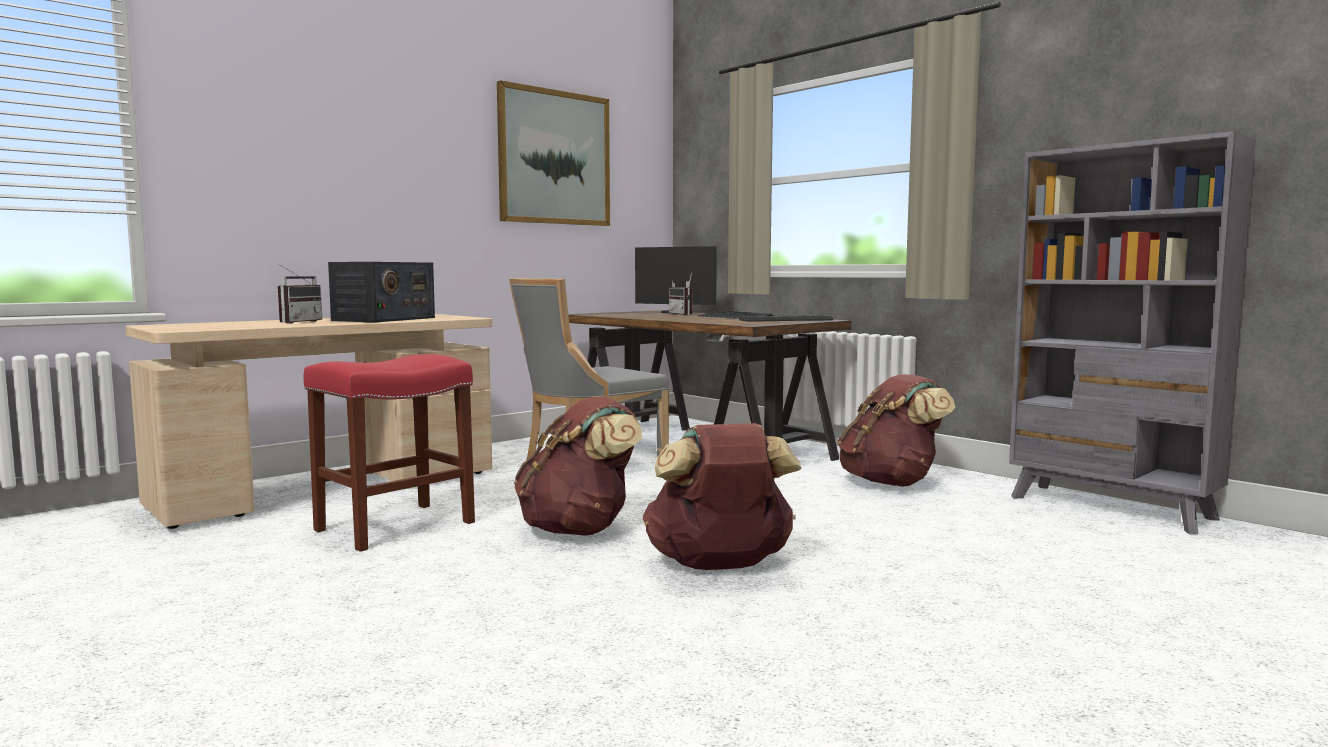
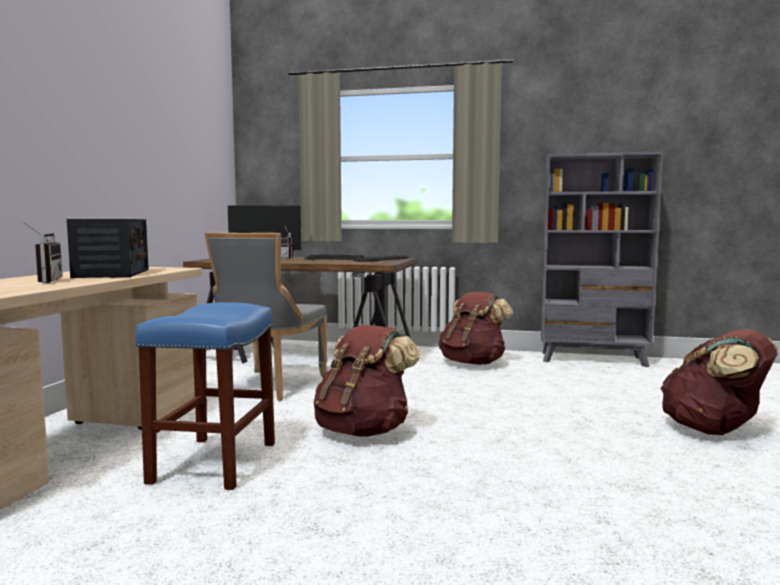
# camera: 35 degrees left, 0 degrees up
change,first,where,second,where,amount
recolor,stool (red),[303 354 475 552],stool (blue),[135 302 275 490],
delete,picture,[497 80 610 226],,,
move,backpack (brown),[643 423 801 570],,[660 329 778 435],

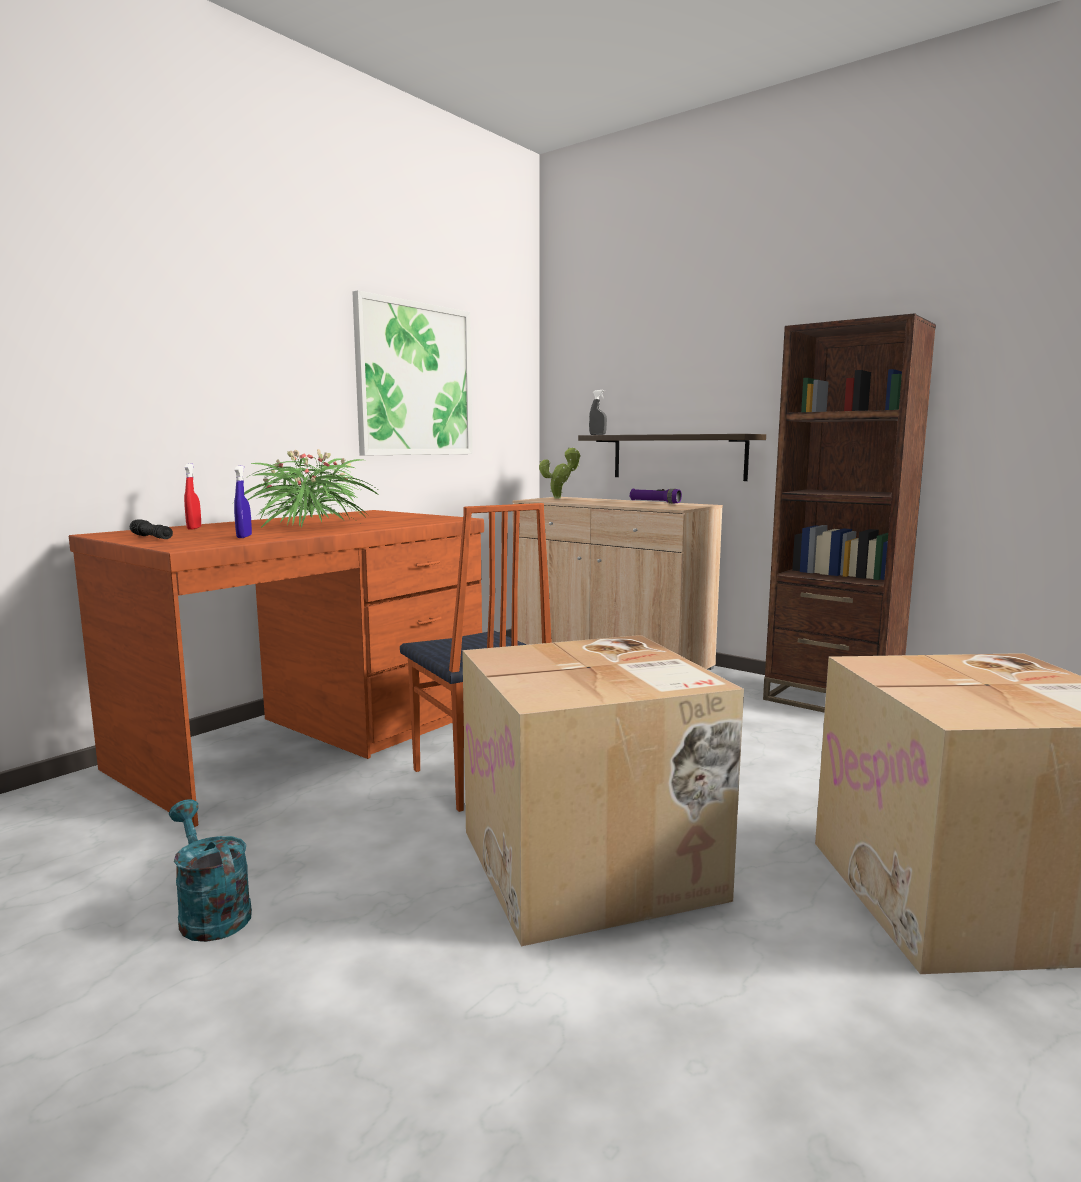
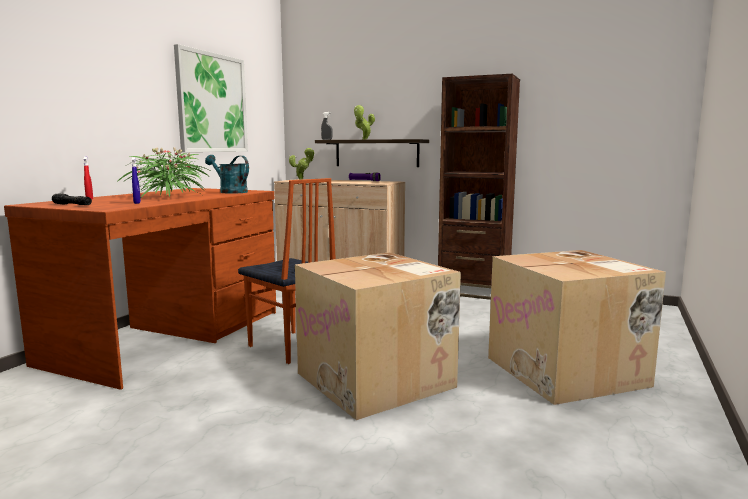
# camera: 15 degrees left, 0 degrees up
change,first,where,second,where,amount
move,watering can (turquoise),[169 799 252 942],,[205 155 249 194],
insert,,,potted plant,[354 105 375 140],

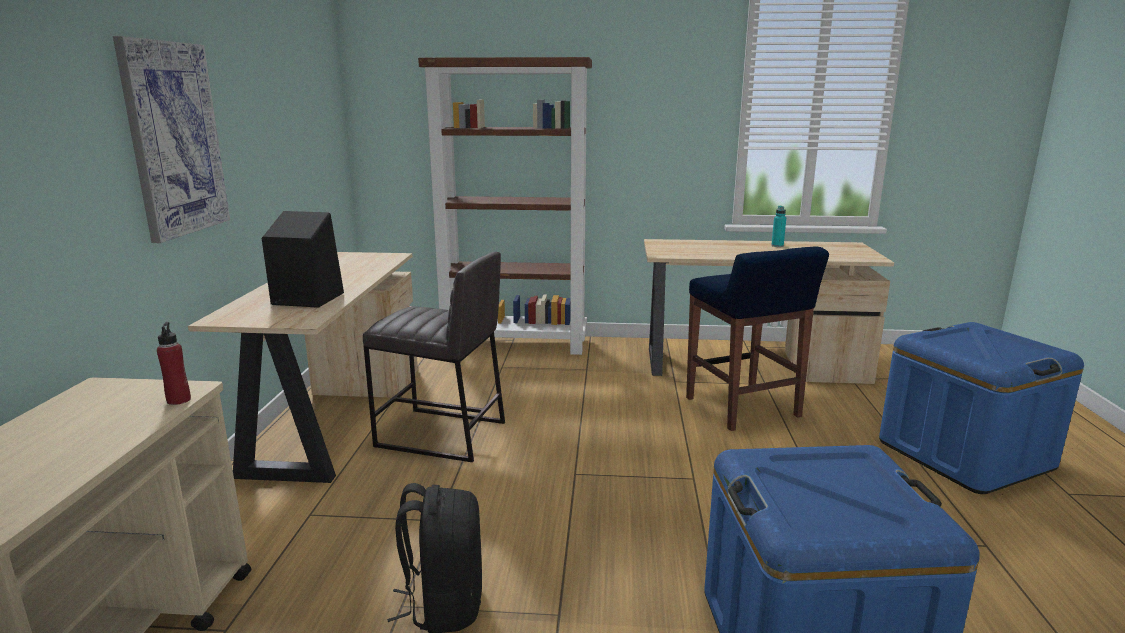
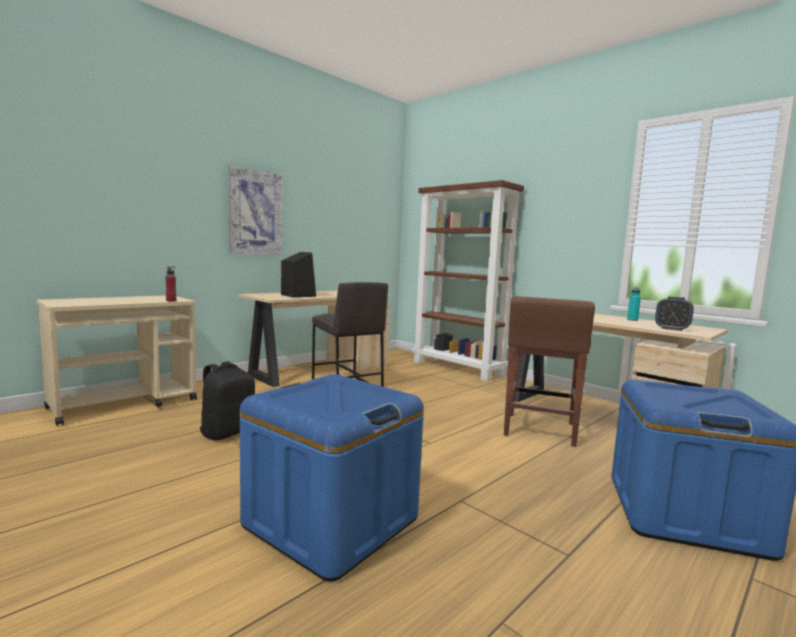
# camera: 40 degrees right, 10 degrees down
change,first,where,second,where,amount
recolor,stool (blue),[686 246 829 431],stool (brown),[504 296 595 447],
insert,,,alarm clock,[655 296 694 331],

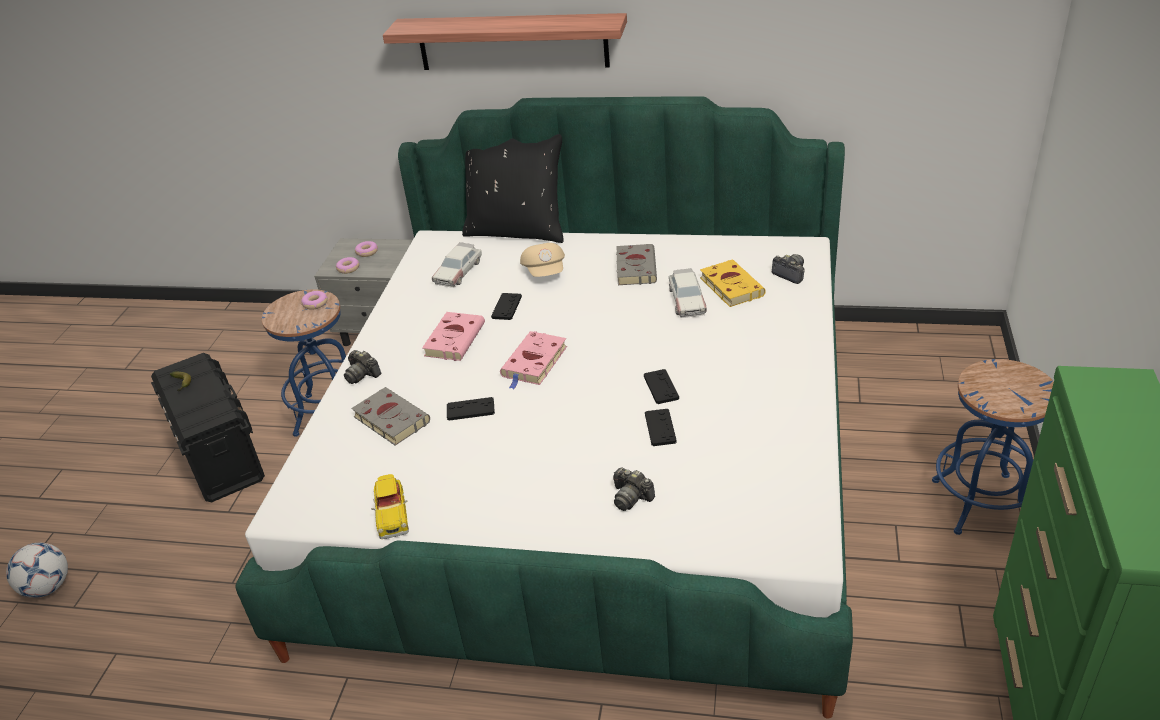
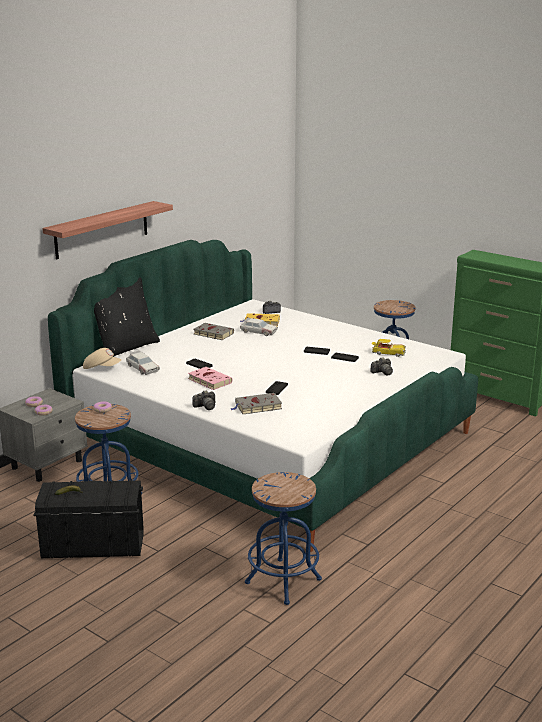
# camera: 65 degrees left, 15 degrees down
change,first,where,second,where,amount
delete,football,[6 543 68 598],,,
move,toy car,[371 474 409 539],,[372 339 406 357],
delete,book (pink),[500 331 567 390],,,
move,cap (beige),[520 243 565 277],,[83 348 122 369],
insert,,,stool (blue),[245 472 322 605],

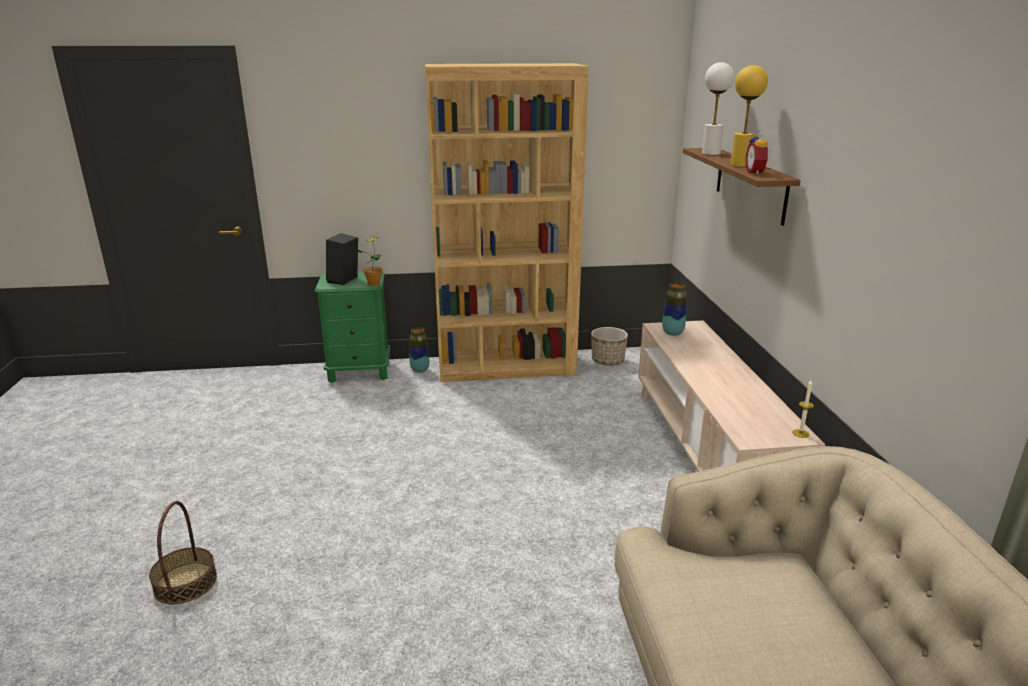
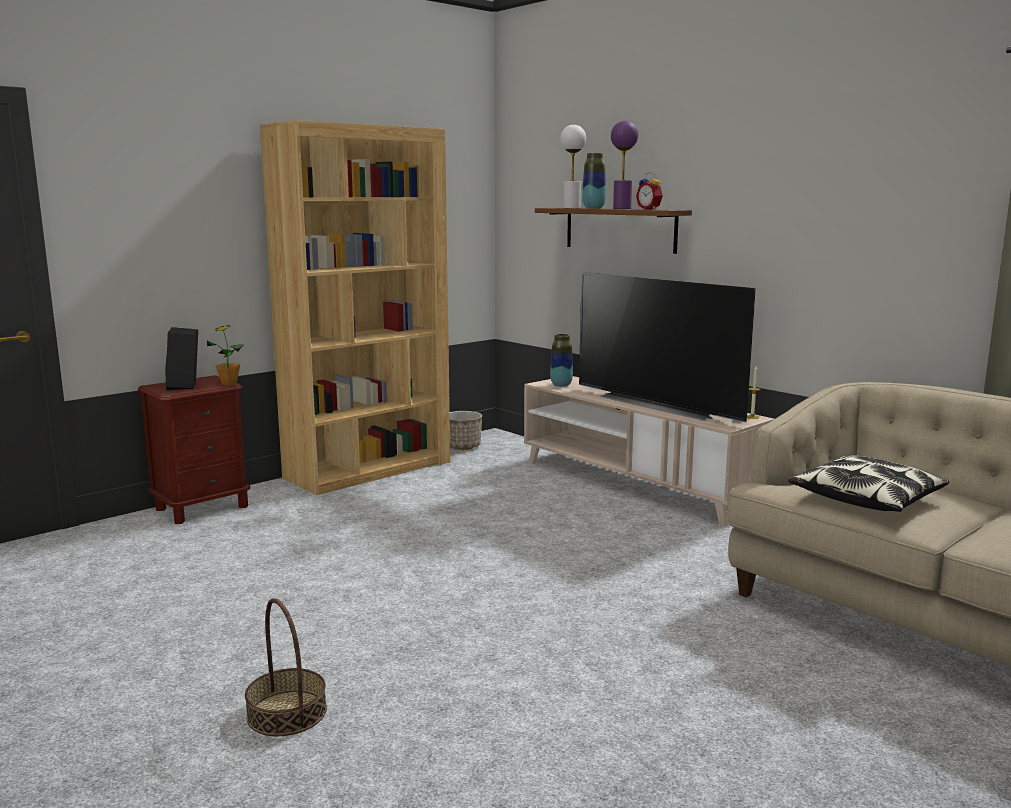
# camera: 35 degrees left, 10 degrees down
change,first,where,second,where,amount
recolor,nightstand (green),[315 272 390 383],nightstand (brown),[138 375 250 524],
move,vase,[409 327 429 373],,[582 153 606 209],
recolor,table lamp (yellow),[731 65 768 167],table lamp (purple),[611 121 638 209],
insert,,,television,[579 272 756 422],
insert,,,pillow,[789 455 949 512],

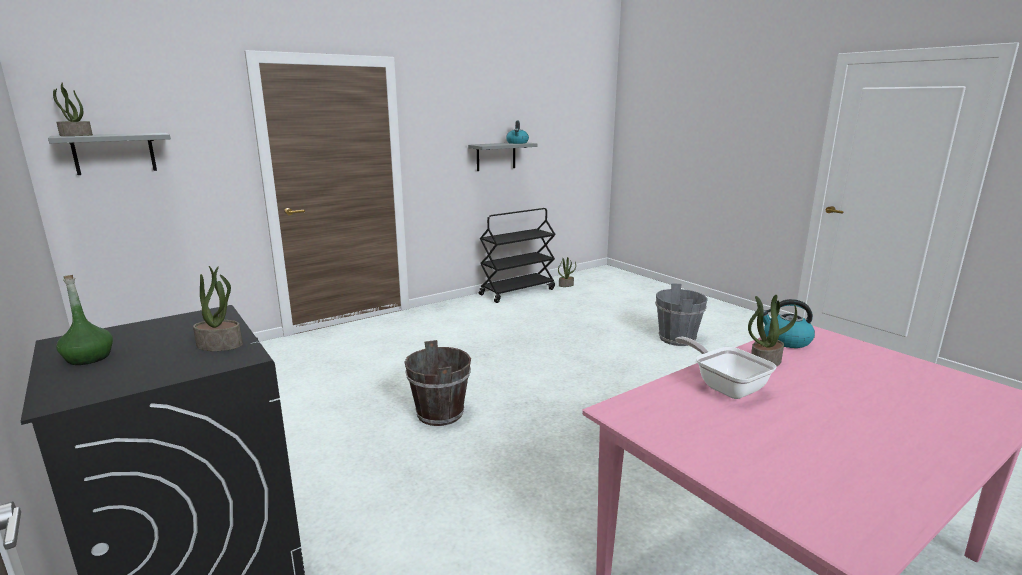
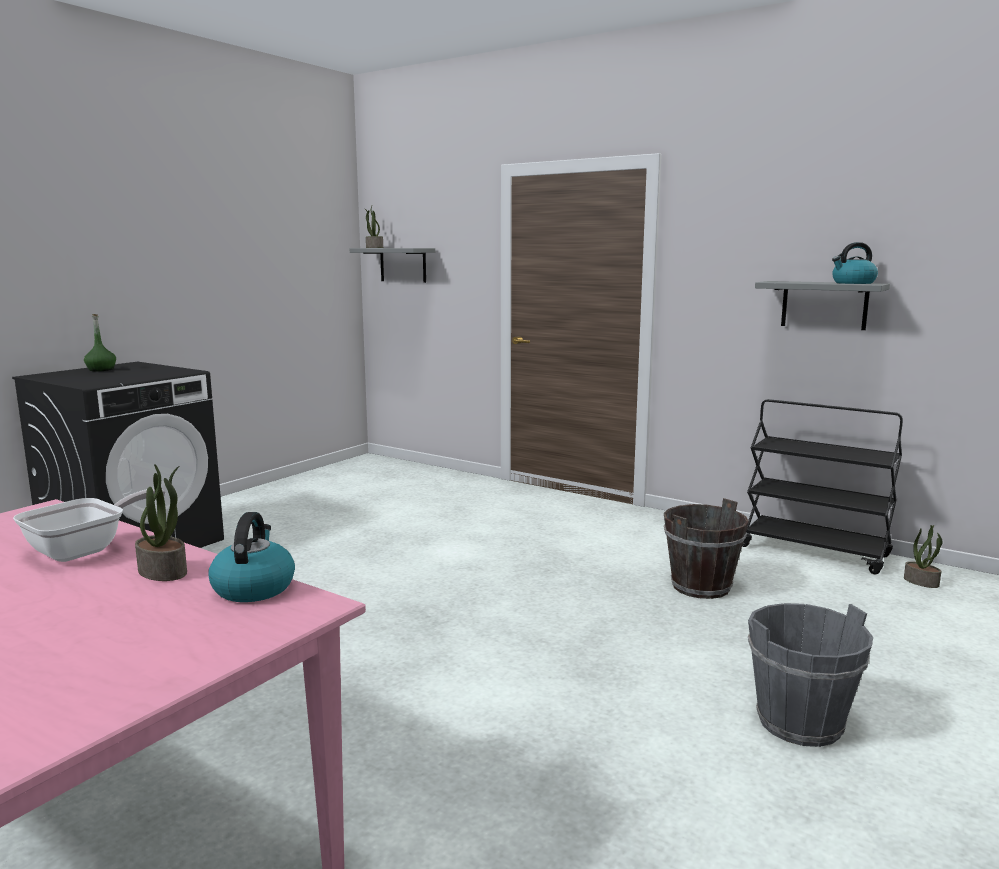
# camera: 70 degrees right, 5 degrees down
change,first,where,second,where,amount
delete,potted plant,[193 266 243 351],,,
move,bucket (brown),[404 340 471 426],,[664 498 749 599],

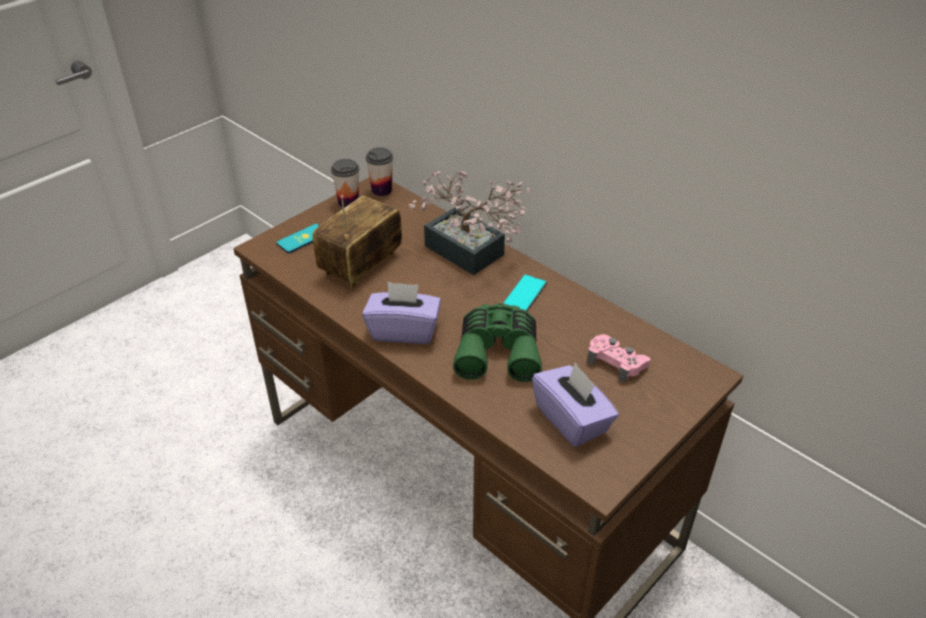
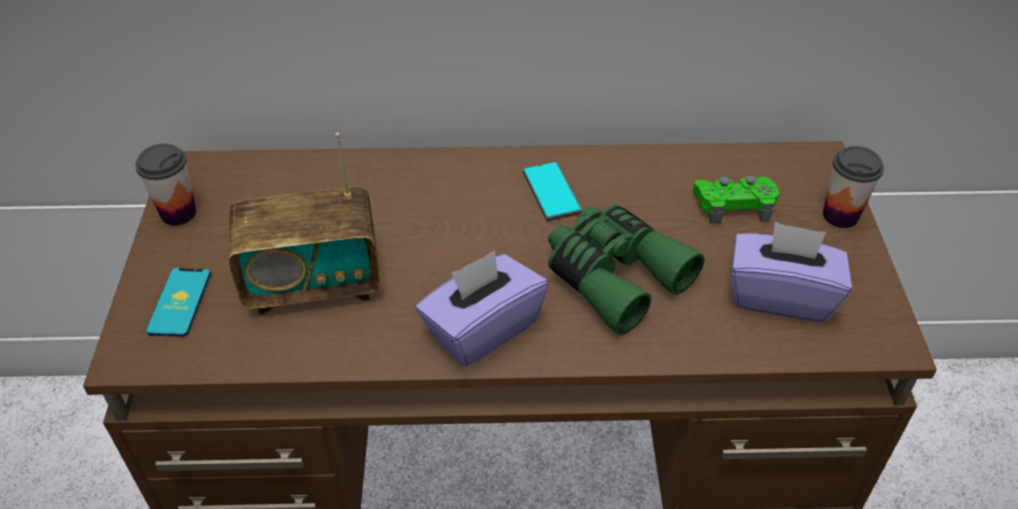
# camera: 45 degrees left, 5 degrees up
change,first,where,second,where,amount
rotate,radio,[312 195 402 288],,[229 133 380 315],90 degrees counterclockwise
move,cup,[366 147 393 196],,[823 146 884 228],
delete,potted plant,[409 171 531 275],,,
recolor,game controller (pink),[587 334 651 383],game controller (green),[693 175 779 224],

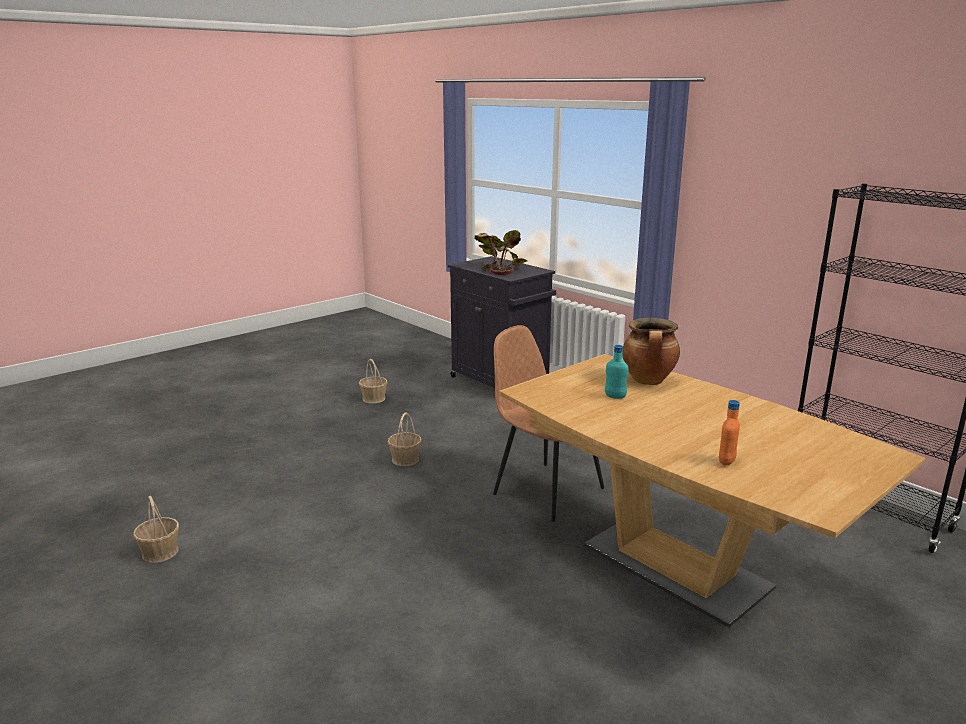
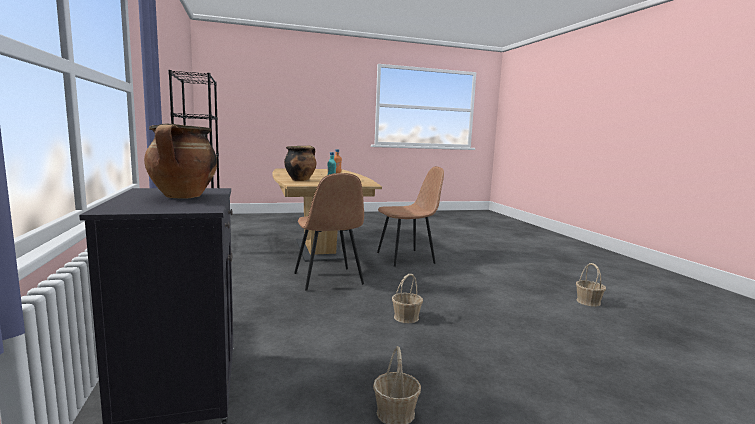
# camera: 155 degrees left, 10 degrees down
change,first,where,second,where,amount
replace,potted plant,[474 230 527 275],cooking pot,[144 123 217 199],
insert,,,chair (brown),[377 166 444 267],

